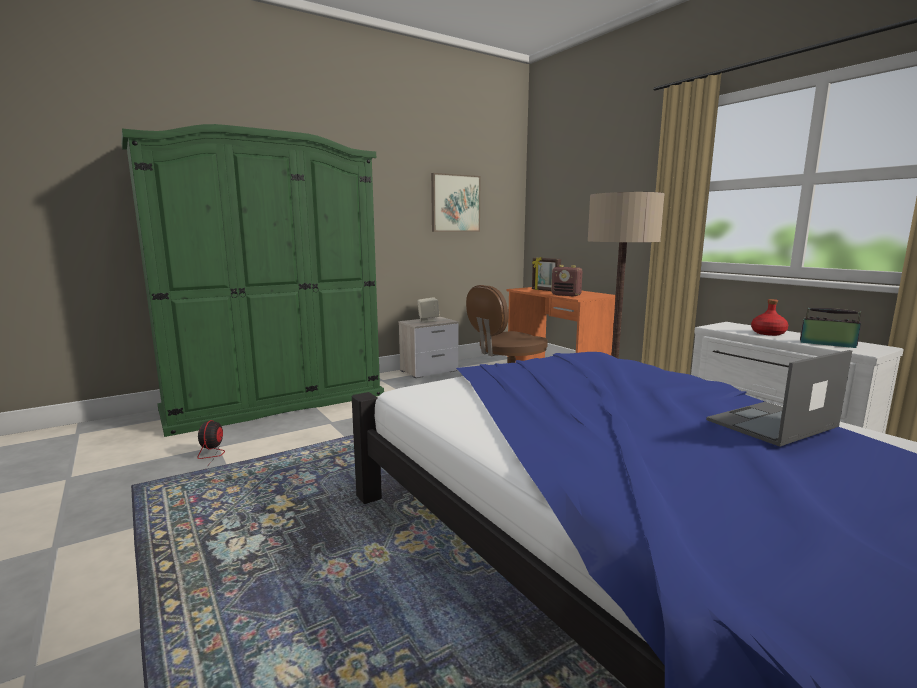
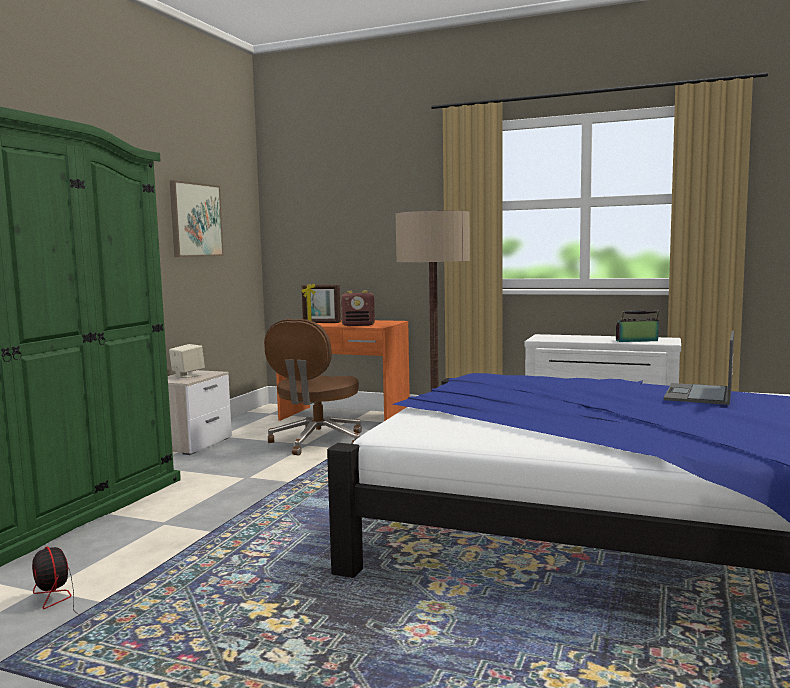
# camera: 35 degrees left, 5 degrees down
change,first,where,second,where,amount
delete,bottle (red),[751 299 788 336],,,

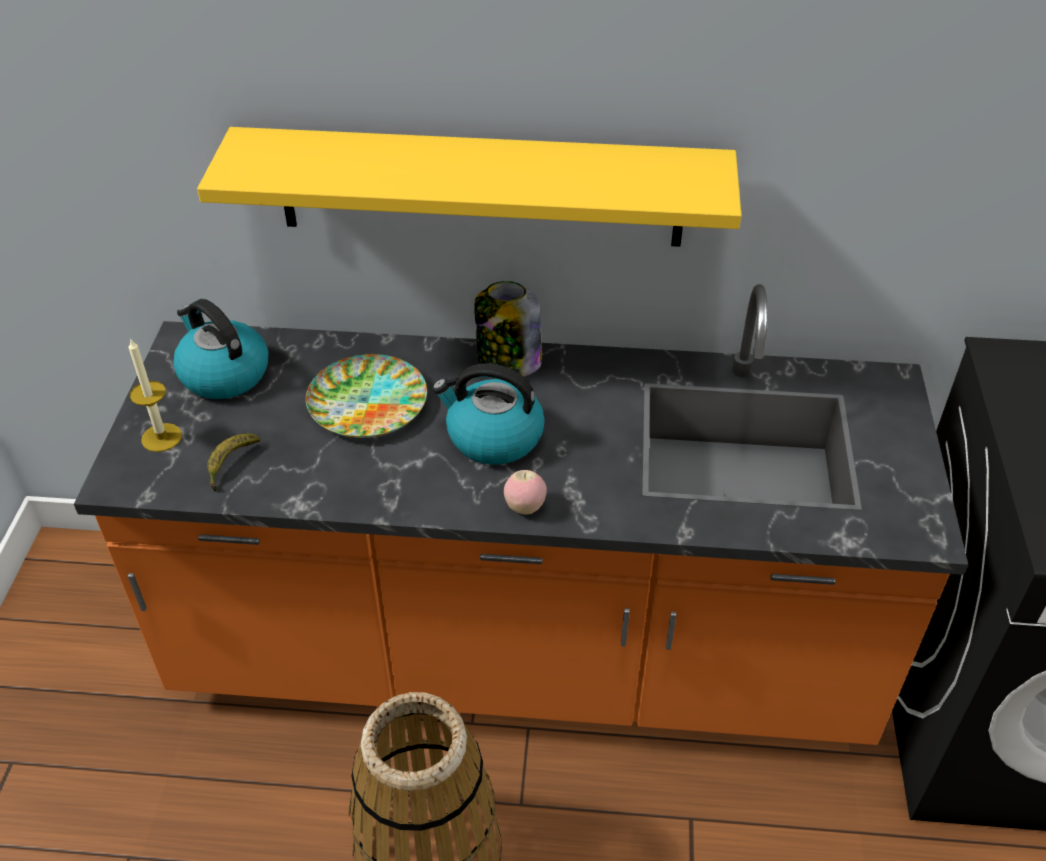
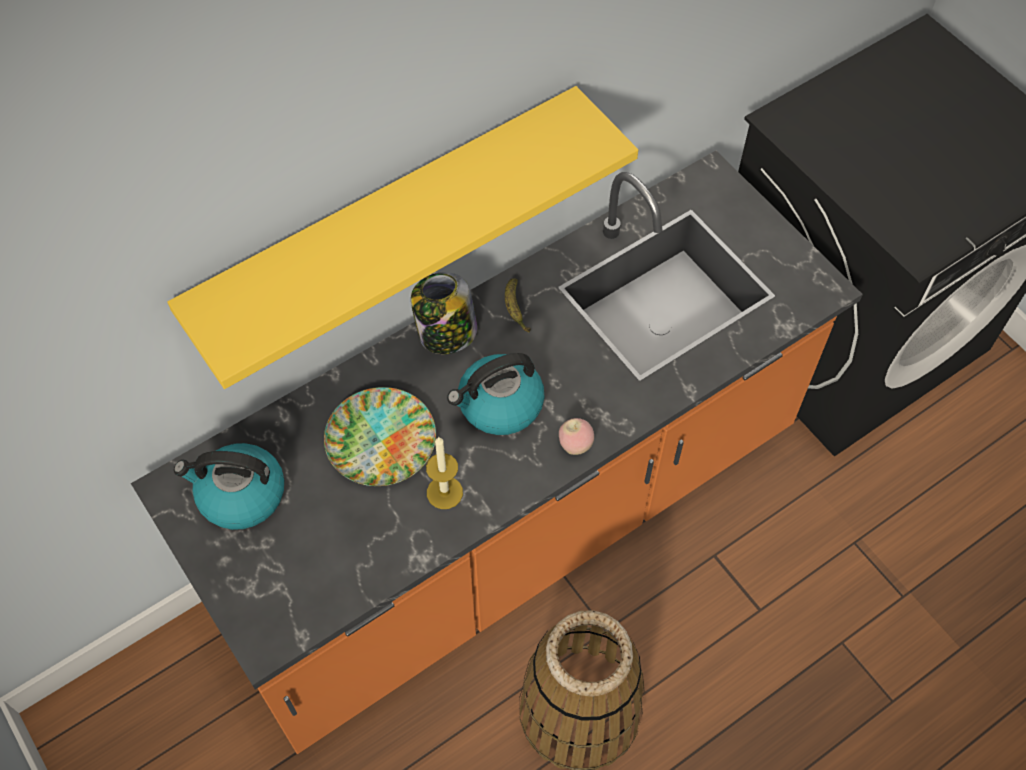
# camera: 40 degrees left, 15 degrees up
change,first,where,second,where,amount
move,candle,[129 338 182 452],,[426 437 463 509],
move,banana,[207 433 261 491],,[505 278 531 332],

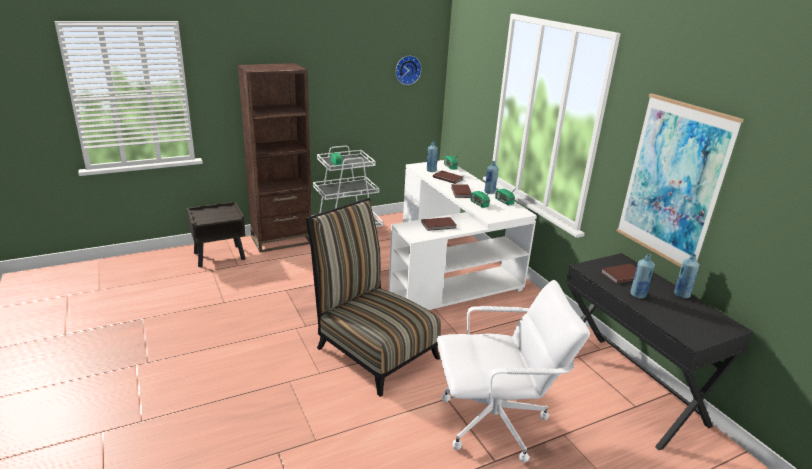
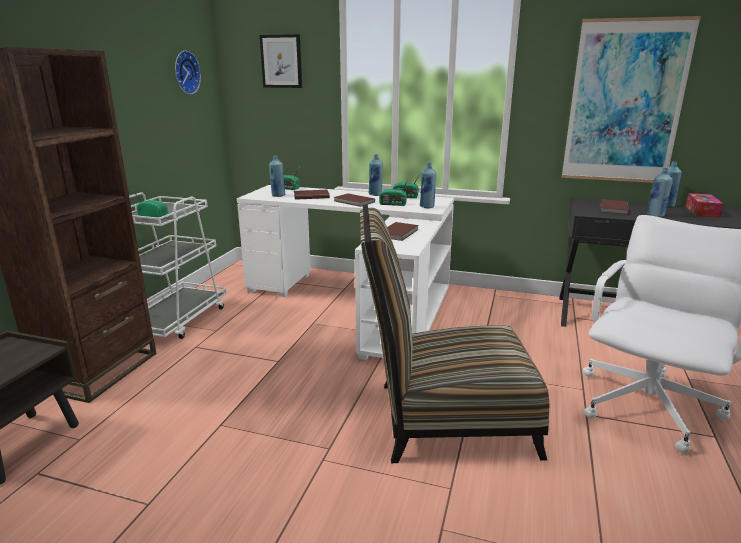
# camera: 45 degrees left, 5 degrees down
change,first,where,second,where,amount
insert,,,picture,[260 34 302 88],
insert,,,bottle (blue),[420 163 436 208],
insert,,,tissue box,[686 193 723 218],

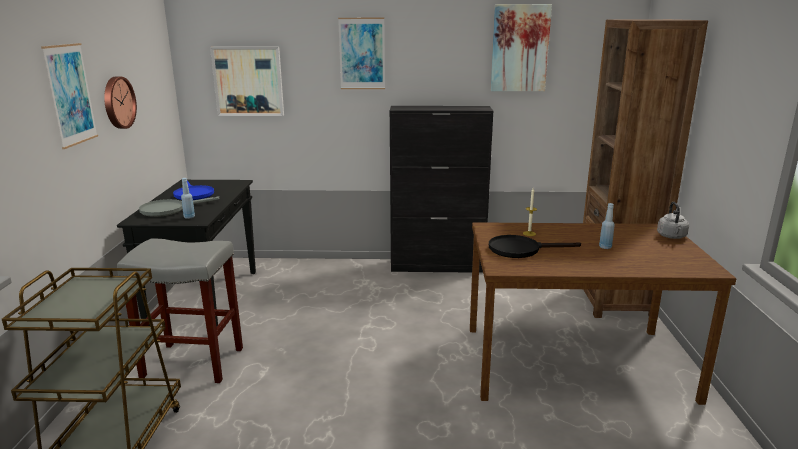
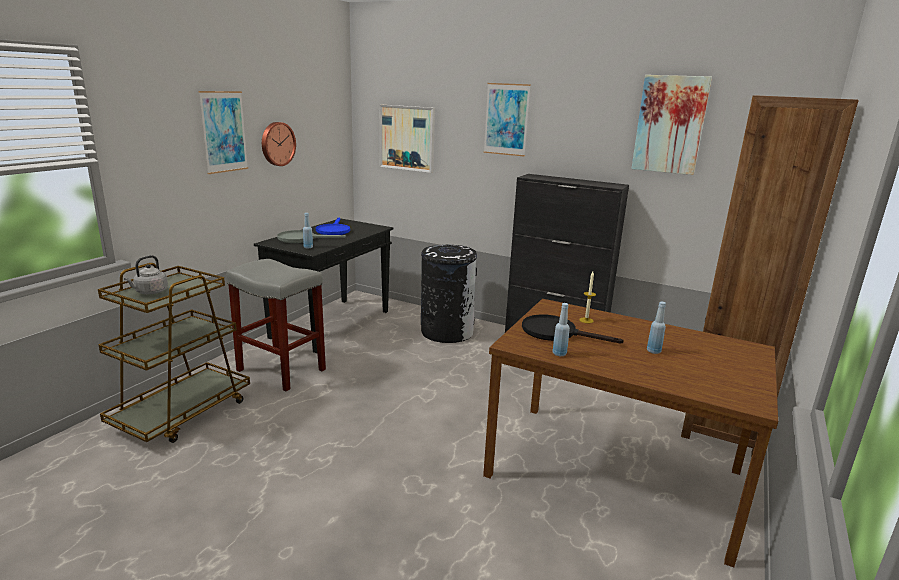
# camera: 25 degrees right, 0 degrees up
change,first,where,second,where,amount
move,kettle (grey),[657 202 689 239],,[124 255 168 294],
insert,,,trash can (black),[421 245 477 343],
insert,,,bottle (blue),[552 303 570 356],

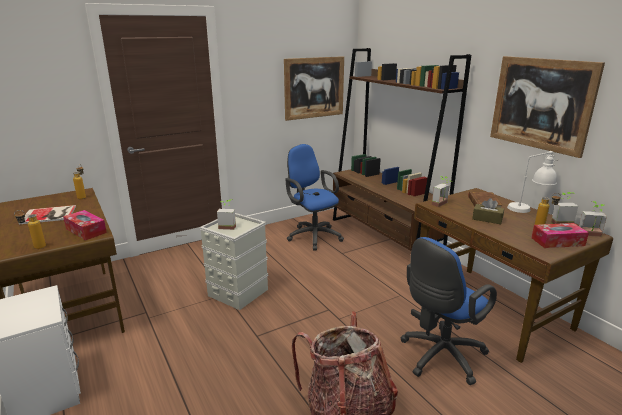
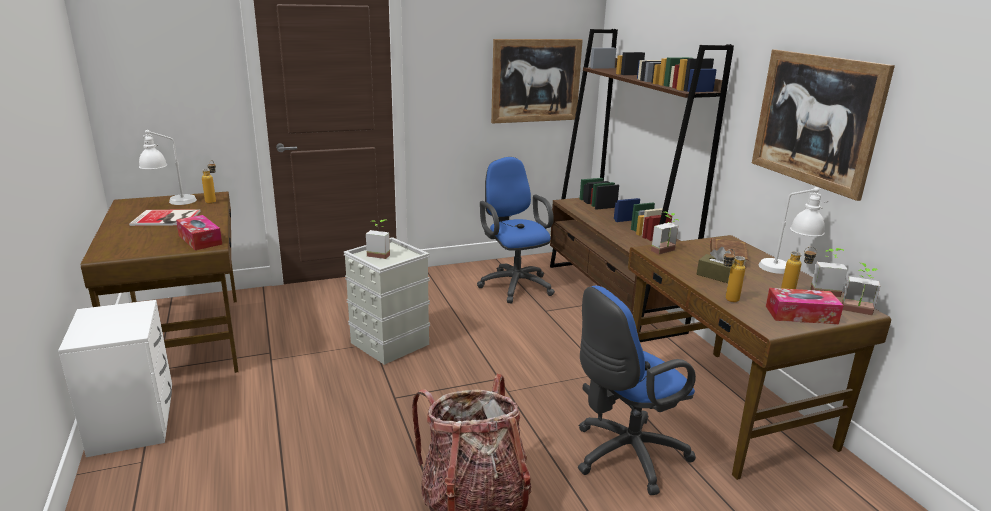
# camera: 10 degrees right, 0 degrees up
change,first,where,second,where,amount
move,bottle,[14 210 46 249],,[723 249 745 302],
insert,,,table lamp (white),[139 130 197 205],

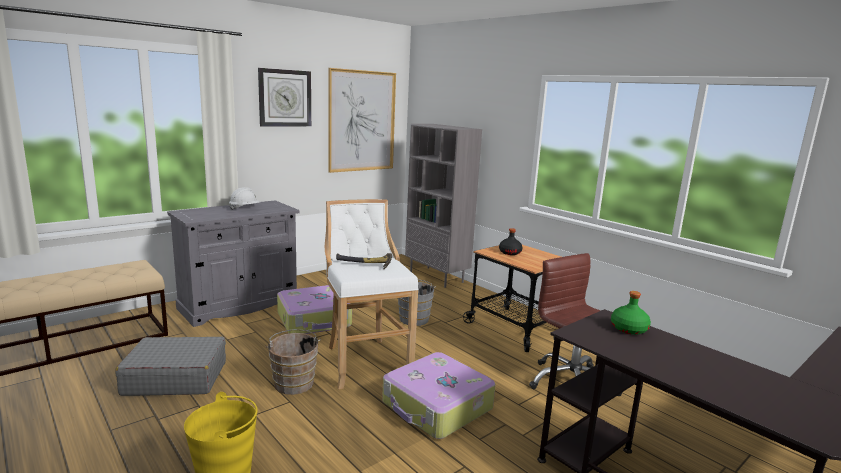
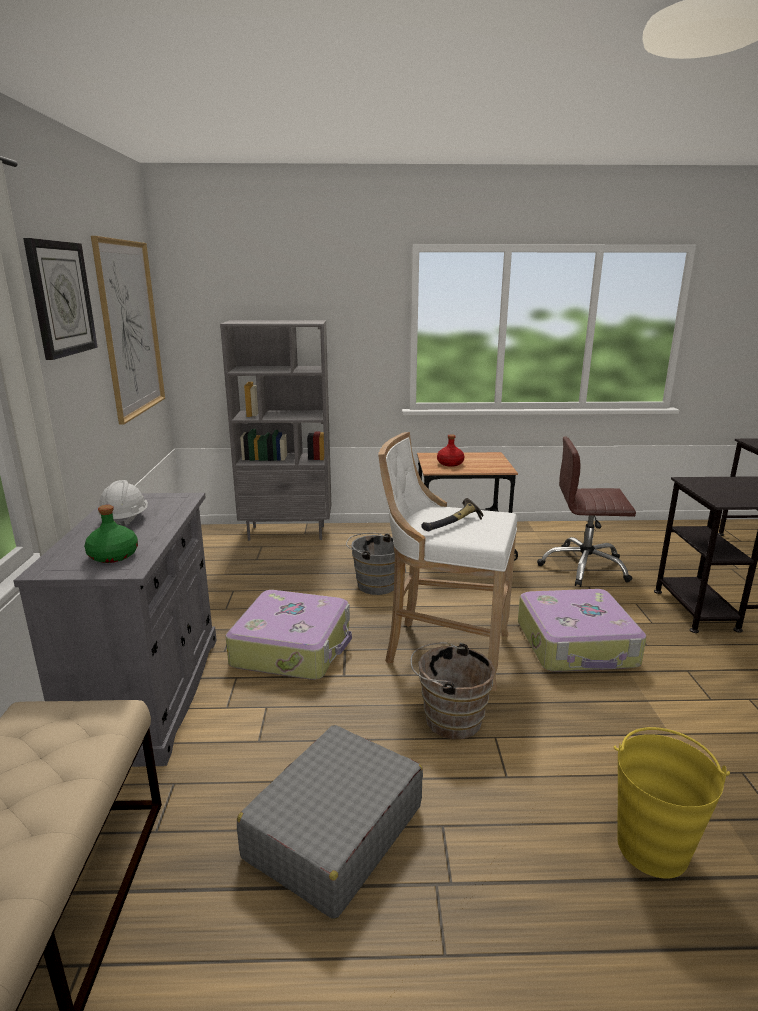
# camera: 50 degrees left, 5 degrees up
change,first,where,second,where,amount
recolor,bottle (black),[499 228 523 255],bottle (red),[437 434 465 466],
move,bottle (green),[611 291 651 335],,[84 505 138 563],

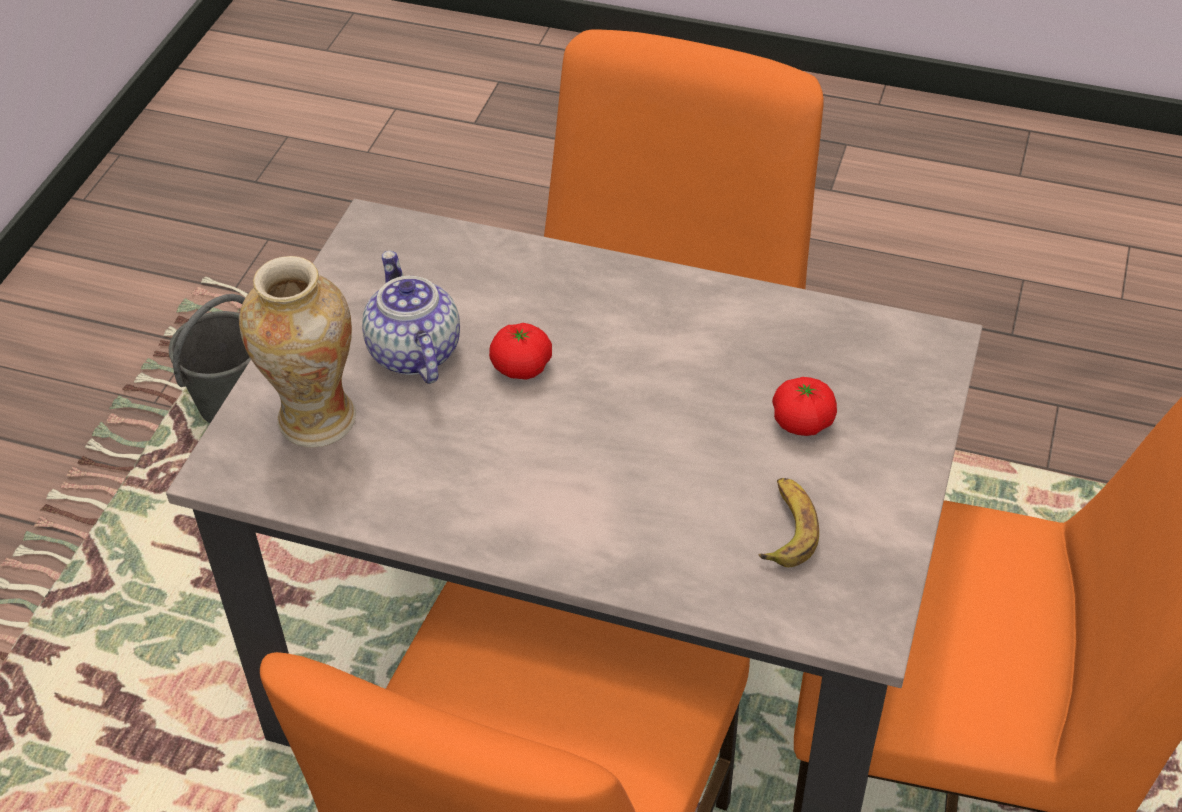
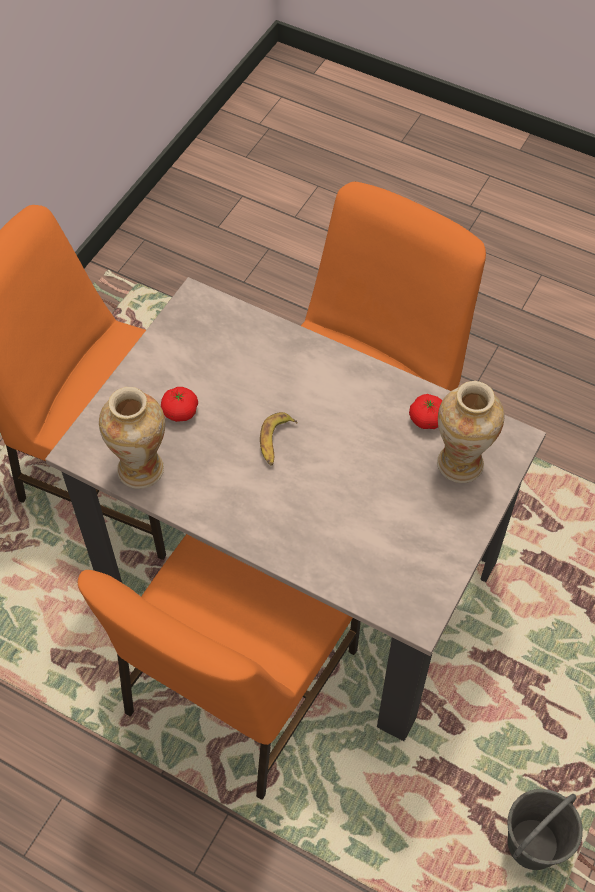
# camera: 170 degrees left, 10 degrees up
change,first,where,second,where,amount
delete,teapot,[362 251 460 384],,,
move,tomato,[489 323 552 380],,[409 394 442 429],
move,banana,[759 478 819 567],,[260 412 298 466],
insert,,,vase,[99 387 165 489],

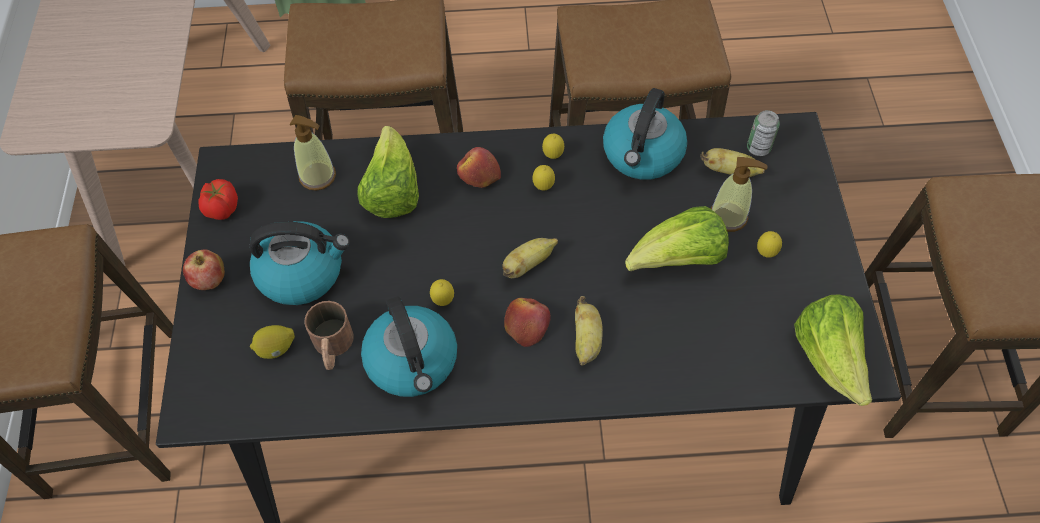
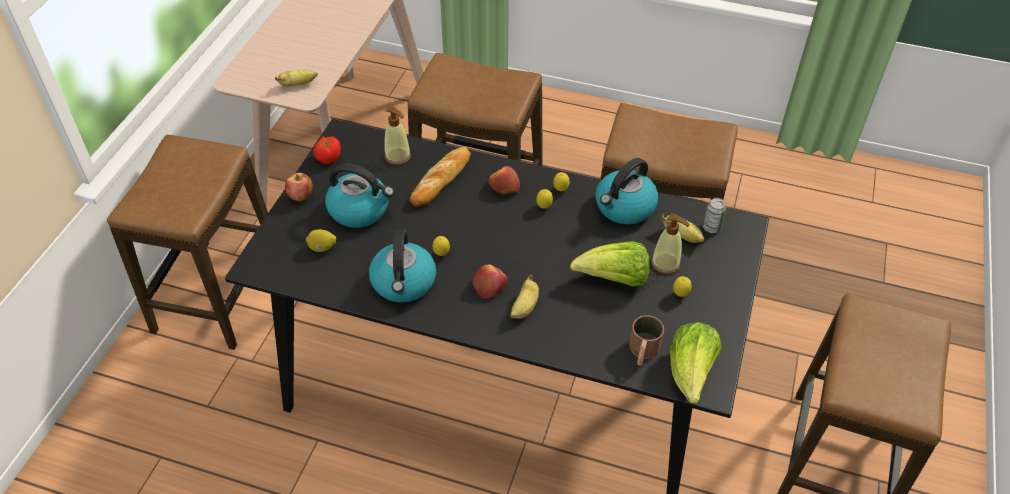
# camera: 20 degrees right, 10 degrees down
change,first,where,second,where,amount
move,mug (brown),[304 301 354 370],,[629 315 664 366],
replace,lettuce,[357 126 419 218],bread,[409 147 471 207],
move,banana,[503 238 558 278],,[275 70 318 86],

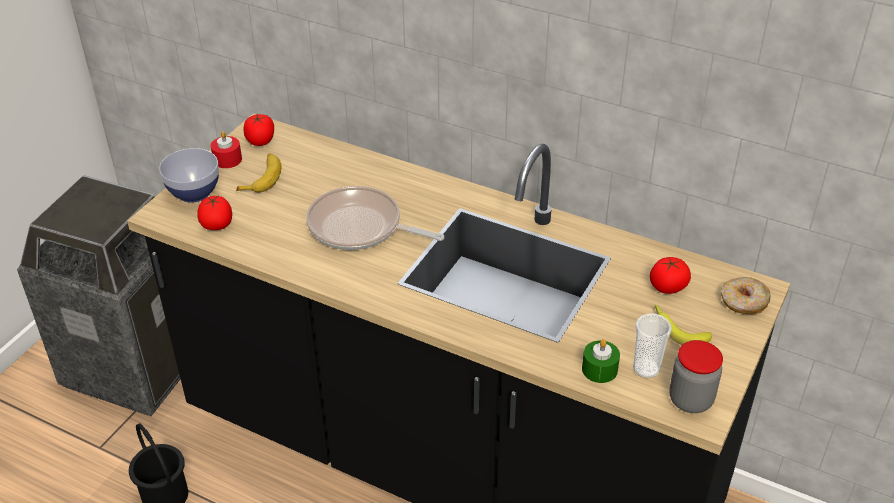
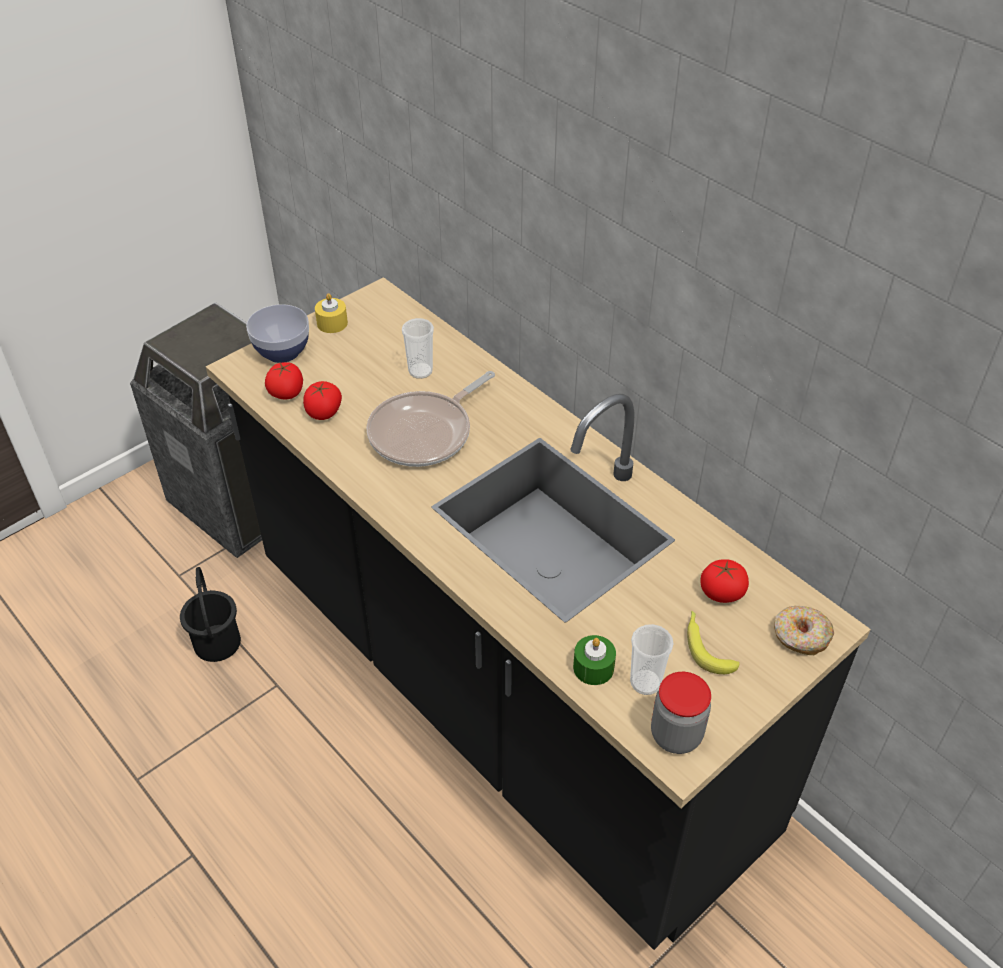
# camera: 20 degrees right, 5 degrees up
change,first,where,second,where,amount
recolor,candle (red),[211 131 242 168],candle (yellow),[315 293 348 333],
delete,banana,[236 154 281 192],,,
move,tomato,[243 114 274 146],,[303 381 342 420],
rotate,frying pan,[306 186 444 250],,[367 371 495 467],90 degrees counterclockwise
insert,,,cup,[402 318 434 379],

